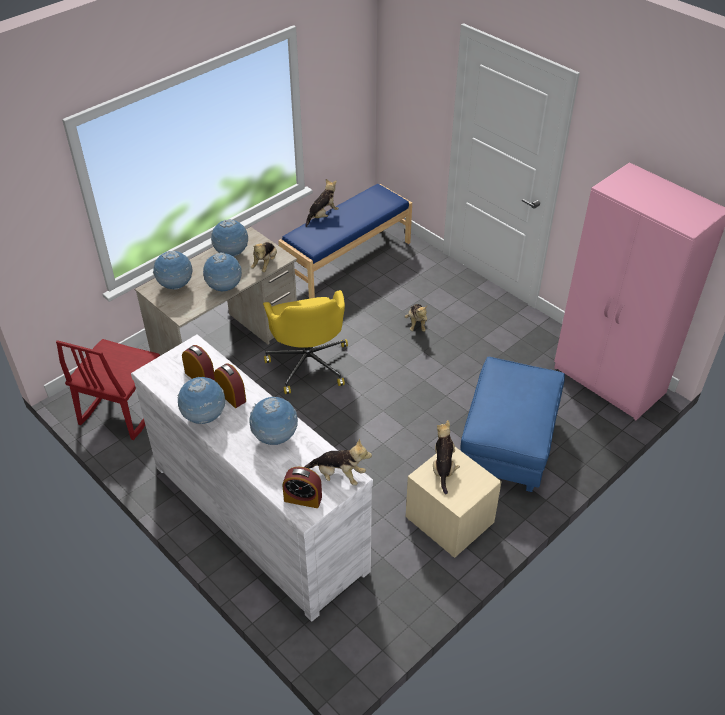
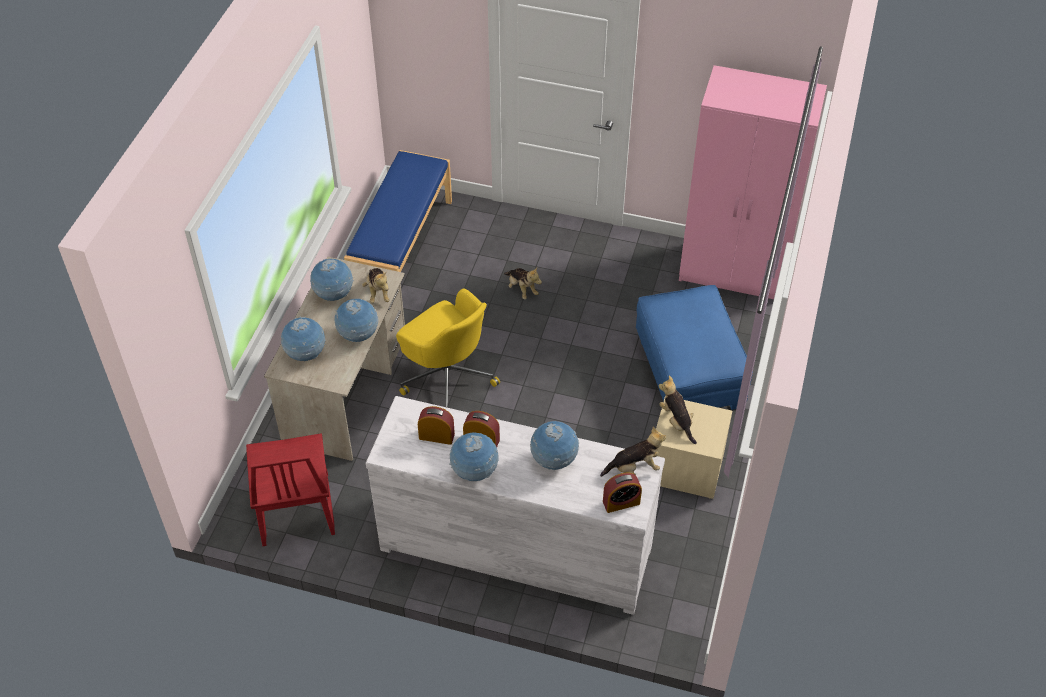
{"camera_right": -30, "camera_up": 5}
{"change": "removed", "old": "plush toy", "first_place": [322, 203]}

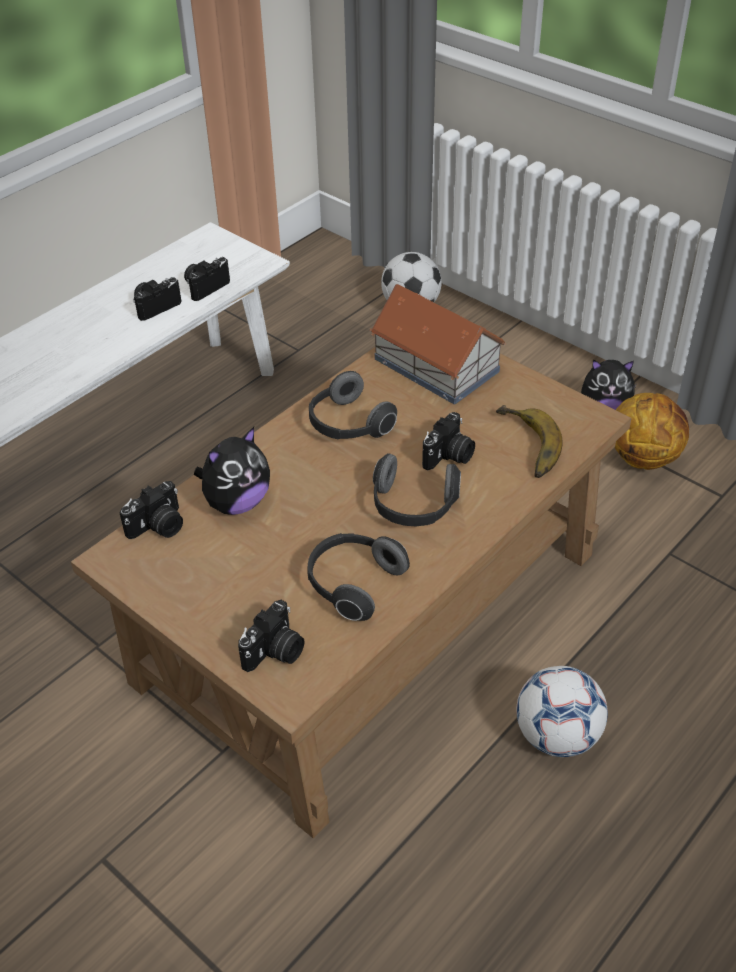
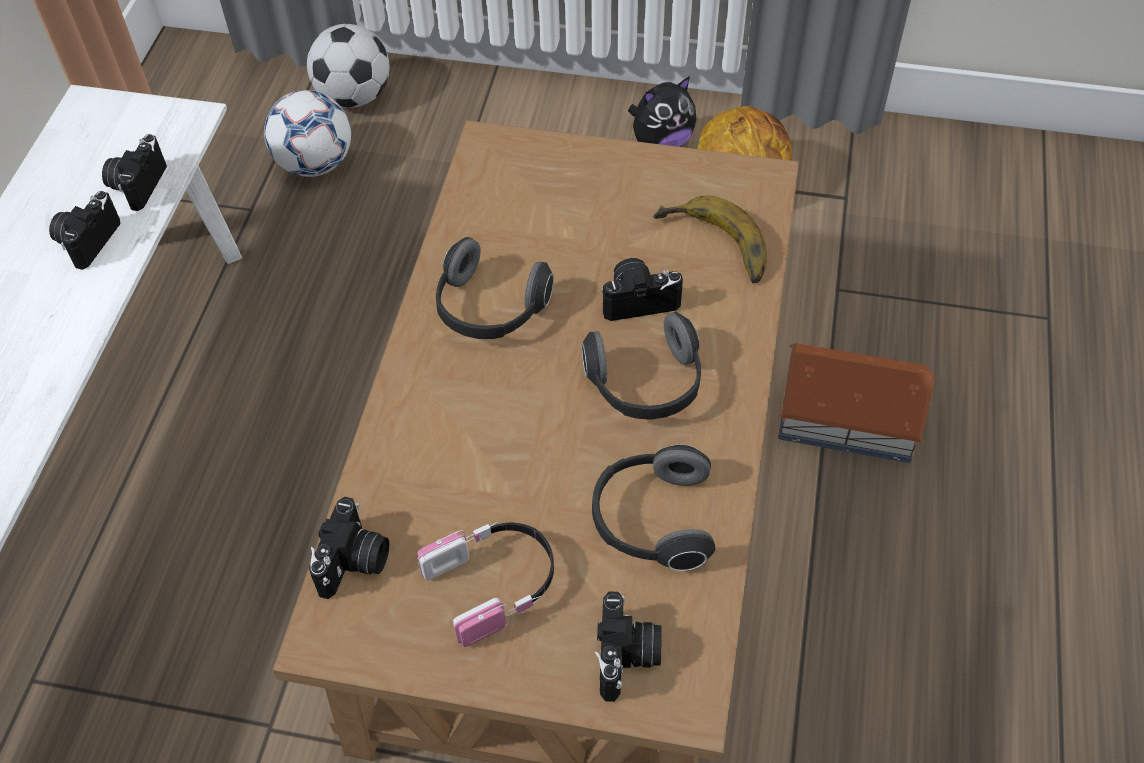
{"camera_right": -30, "camera_up": 10}
{"change": "moved", "old": "toy house", "first_place": [438, 344], "second_place": [856, 403]}
{"change": "turned", "old": "photo camera", "first_place": [448, 441], "second_place": [642, 289], "degrees": -105}
{"change": "removed", "old": "plush toy", "first_place": [232, 471]}
{"change": "moved", "old": "football", "first_place": [562, 711], "second_place": [307, 133]}
{"change": "added", "new": "headphones", "second_place": [486, 584]}

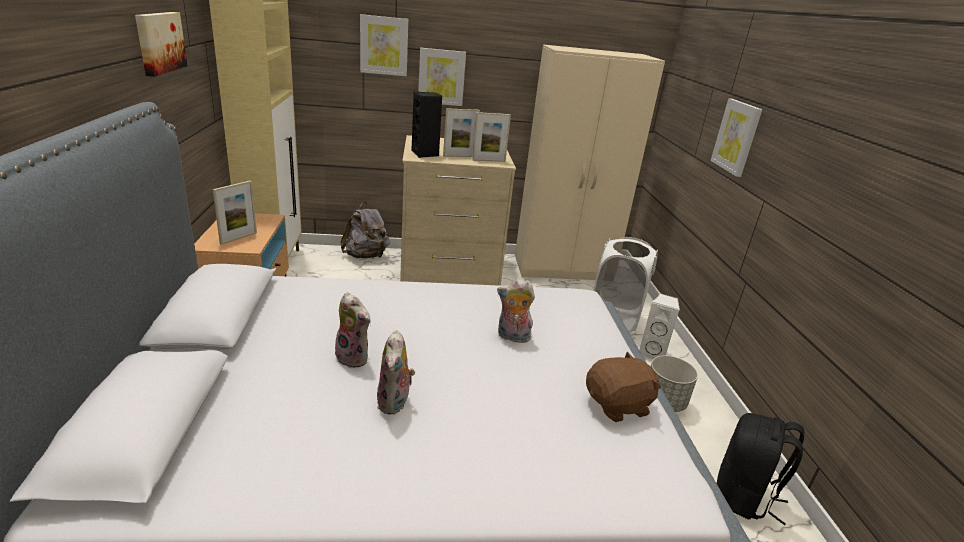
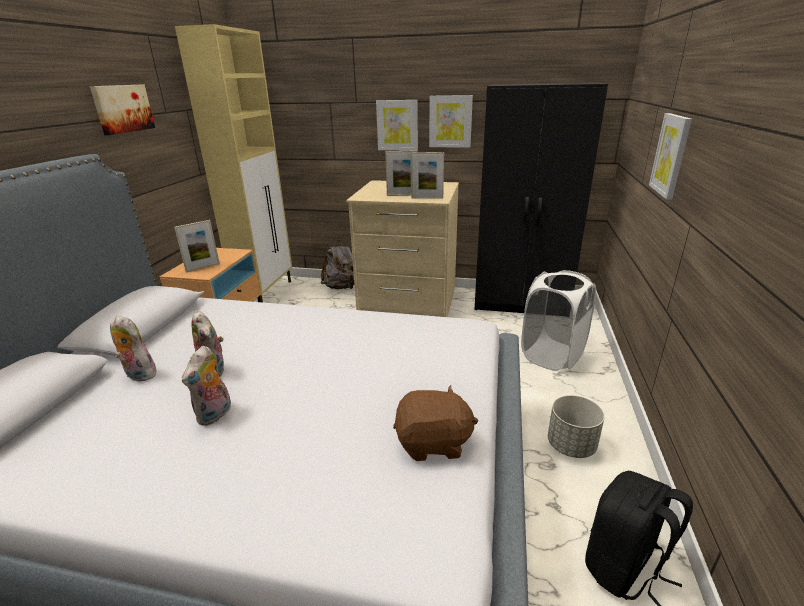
{"camera_right": 20, "camera_up": 0}
{"change": "moved", "old": "picture", "first_place": [384, 45], "second_place": [451, 121]}
{"change": "recoloured", "old": "beige wardrobe", "new": "black wardrobe", "first_place": [590, 162], "second_place": [541, 197]}
{"change": "removed", "old": "black speaker", "first_place": [426, 124]}
{"change": "moved", "old": "plush toy", "first_place": [516, 311], "second_place": [133, 348]}
{"change": "removed", "old": "white speaker", "first_place": [659, 326]}

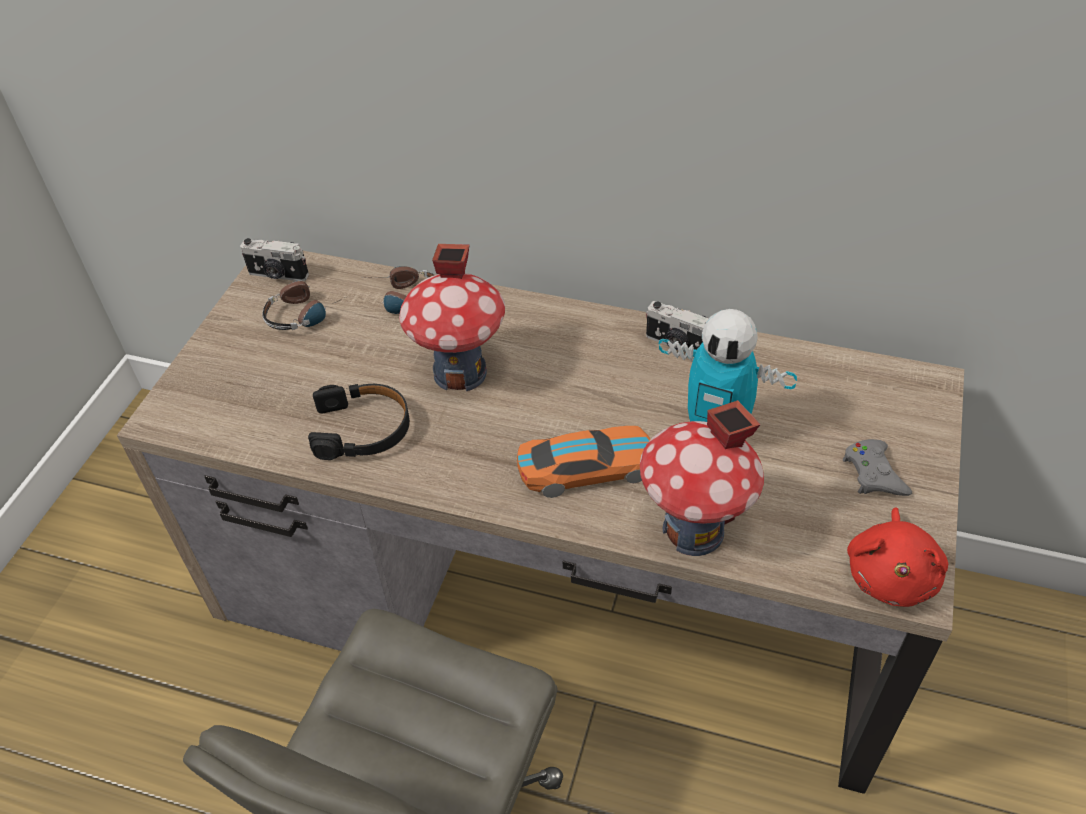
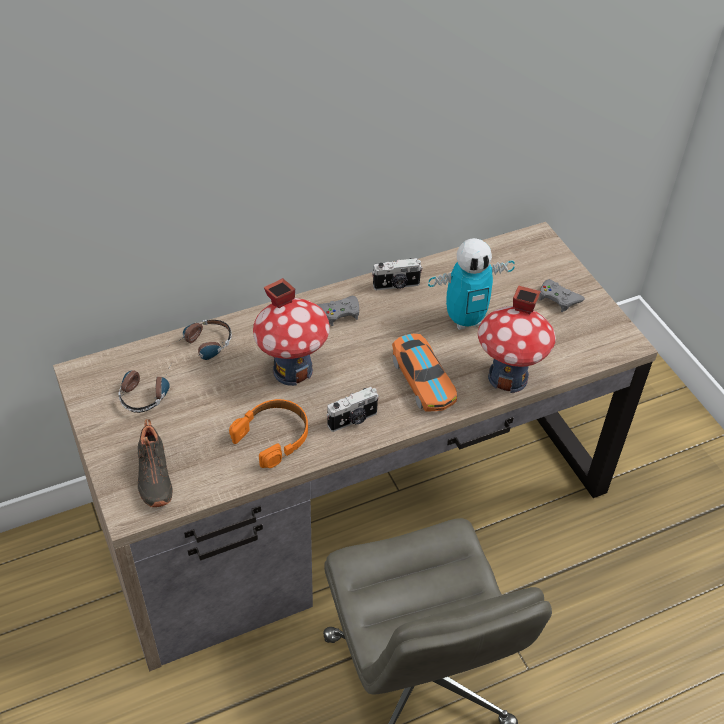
{"camera_right": -45, "camera_up": 0}
{"change": "moved", "old": "photo camera", "first_place": [274, 259], "second_place": [353, 409]}
{"change": "recoloured", "old": "black headphones", "new": "orange headphones", "first_place": [359, 422], "second_place": [268, 433]}
{"change": "turned", "old": "toy car", "first_place": [584, 462], "second_place": [424, 373], "degrees": 120}
{"change": "removed", "old": "red plush toy", "first_place": [897, 557]}
{"change": "added", "new": "grey game controller", "second_place": [338, 311]}
{"change": "added", "new": "black shoe", "second_place": [155, 463]}

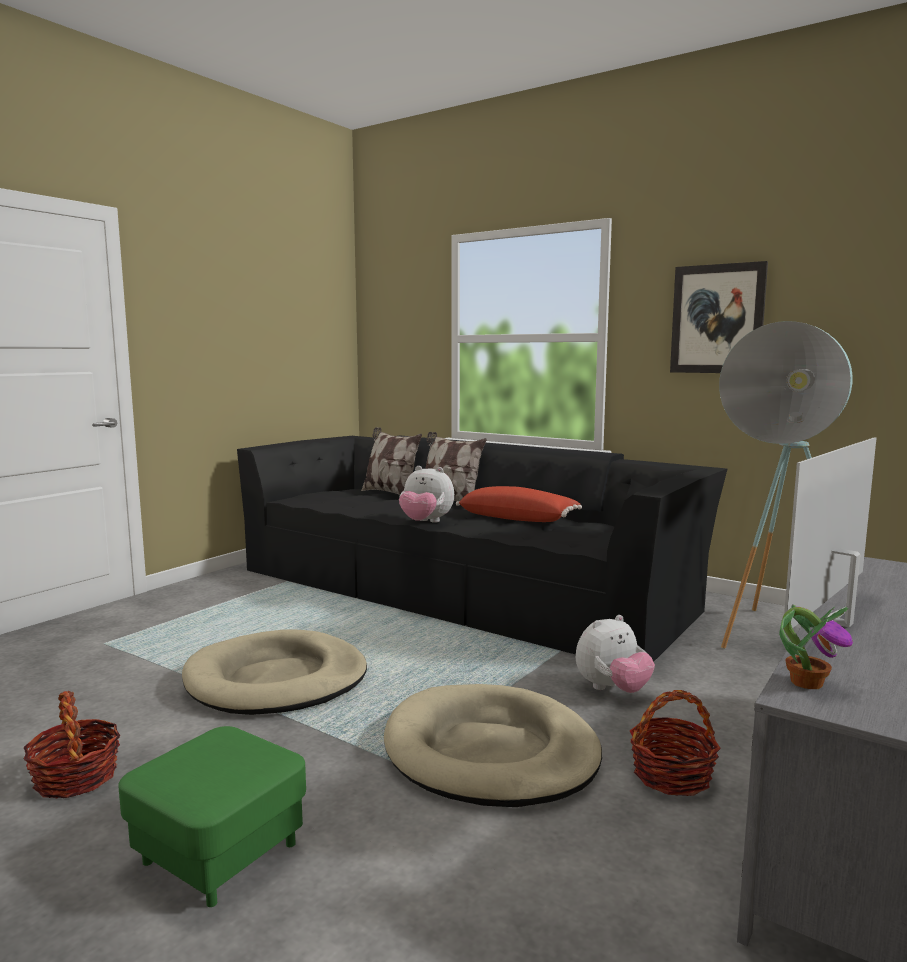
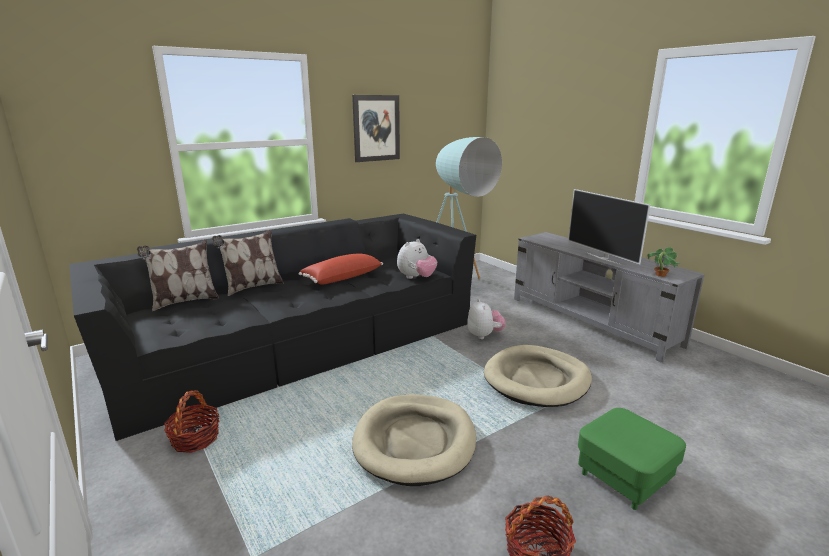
{"camera_right": -70, "camera_up": 10}
{"change": "moved", "old": "plush toy", "first_place": [426, 494], "second_place": [417, 259]}
{"change": "moved", "old": "basket", "first_place": [675, 743], "second_place": [191, 421]}

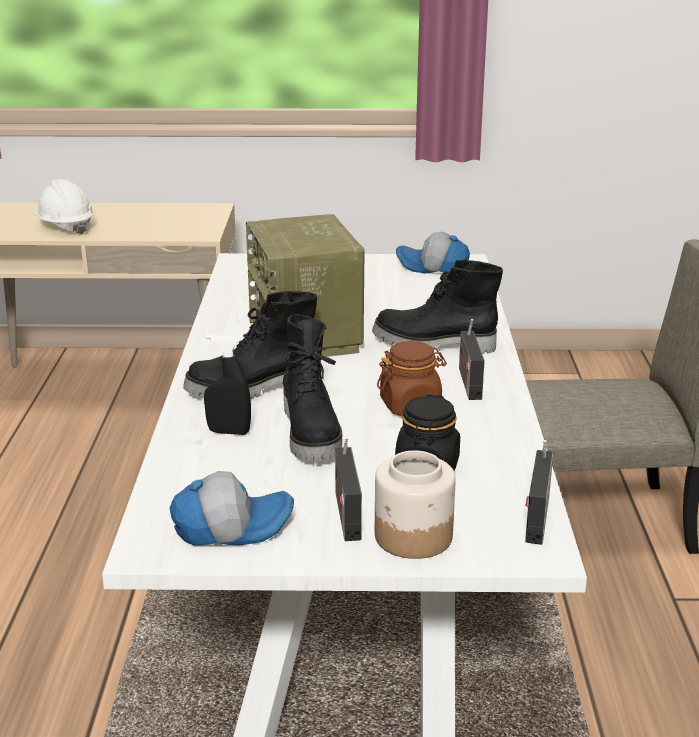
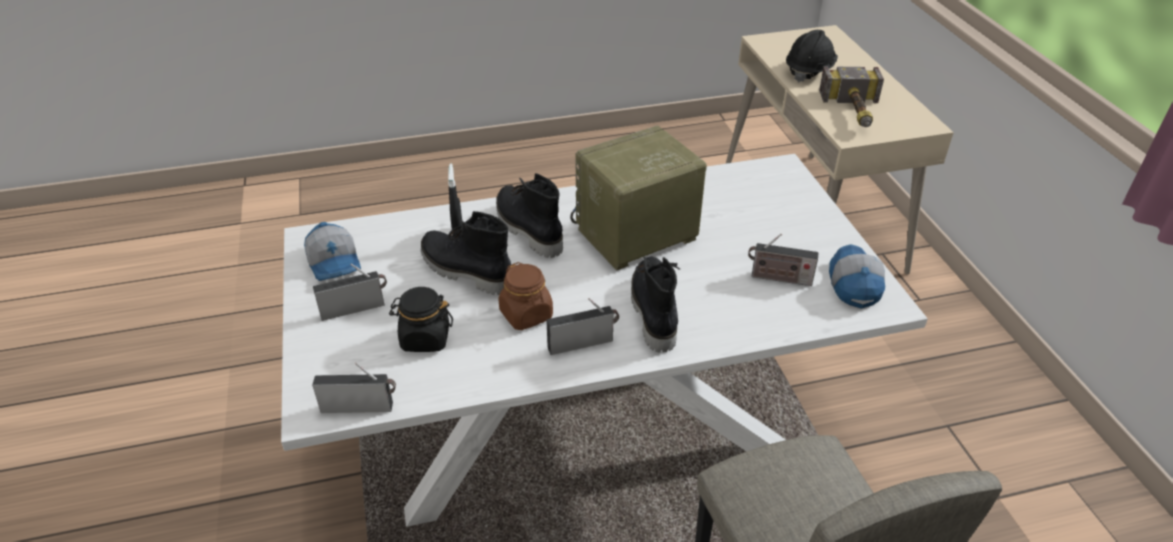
{"camera_right": 75, "camera_up": 15}
{"change": "recoloured", "old": "white hard hat", "new": "black hard hat", "first_place": [63, 207], "second_place": [812, 56]}
{"change": "turned", "old": "black boot", "first_place": [312, 387], "second_place": [466, 253], "degrees": 60}
{"change": "removed", "old": "jar", "first_place": [415, 504]}
{"change": "added", "new": "hammer", "second_place": [851, 96]}
{"change": "added", "new": "radio", "second_place": [783, 259]}

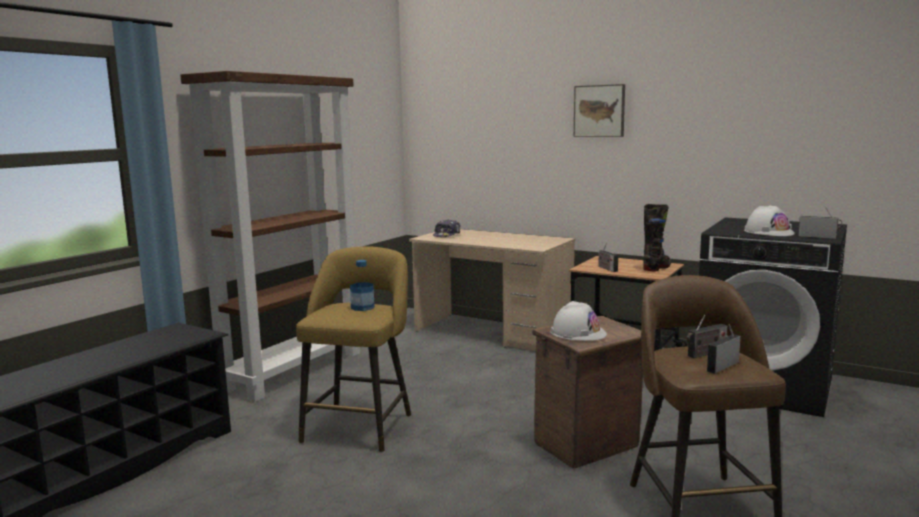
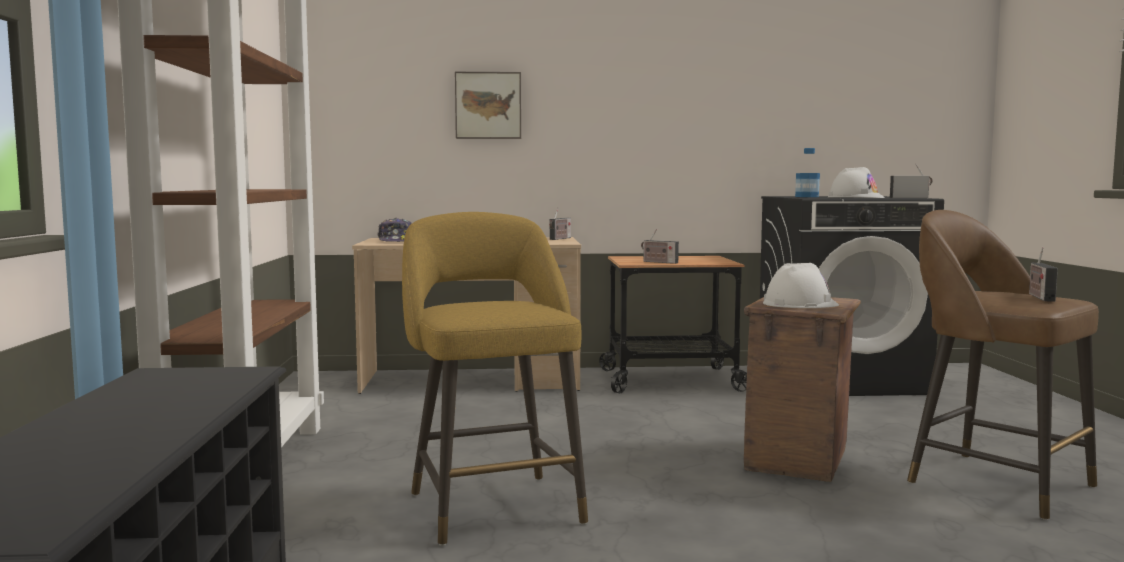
{"camera_right": -35, "camera_up": -5}
{"change": "moved", "old": "picture", "first_place": [599, 110], "second_place": [488, 105]}
{"change": "removed", "old": "black boot", "first_place": [657, 238]}
{"change": "moved", "old": "bottle", "first_place": [362, 285], "second_place": [807, 172]}
{"change": "moved", "old": "radio", "first_place": [707, 336], "second_place": [560, 223]}

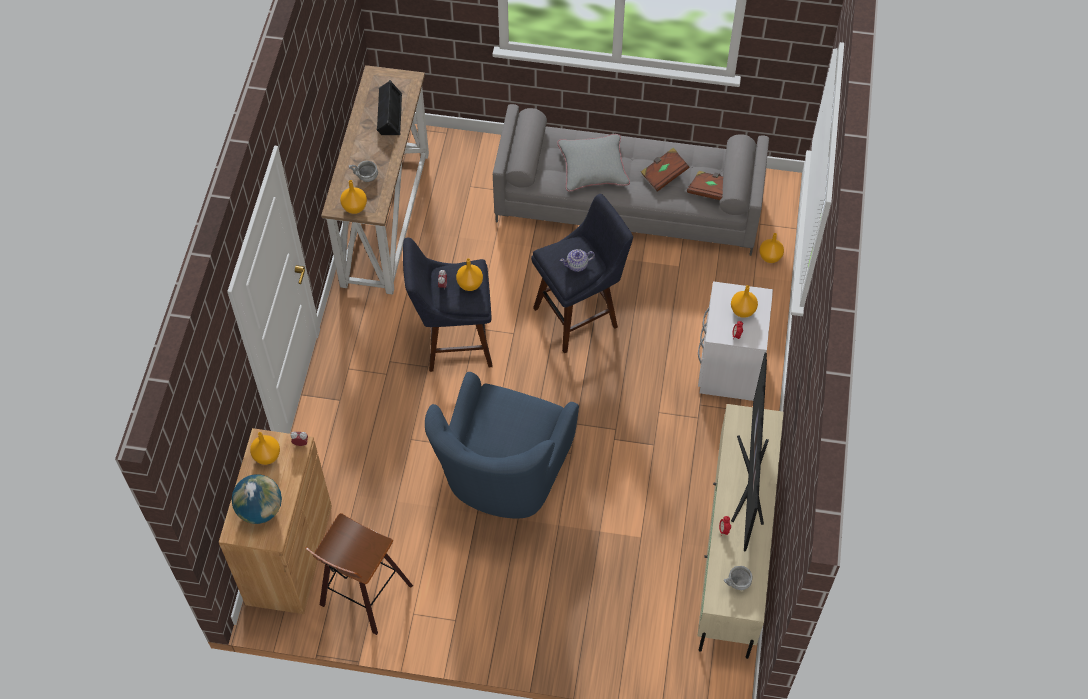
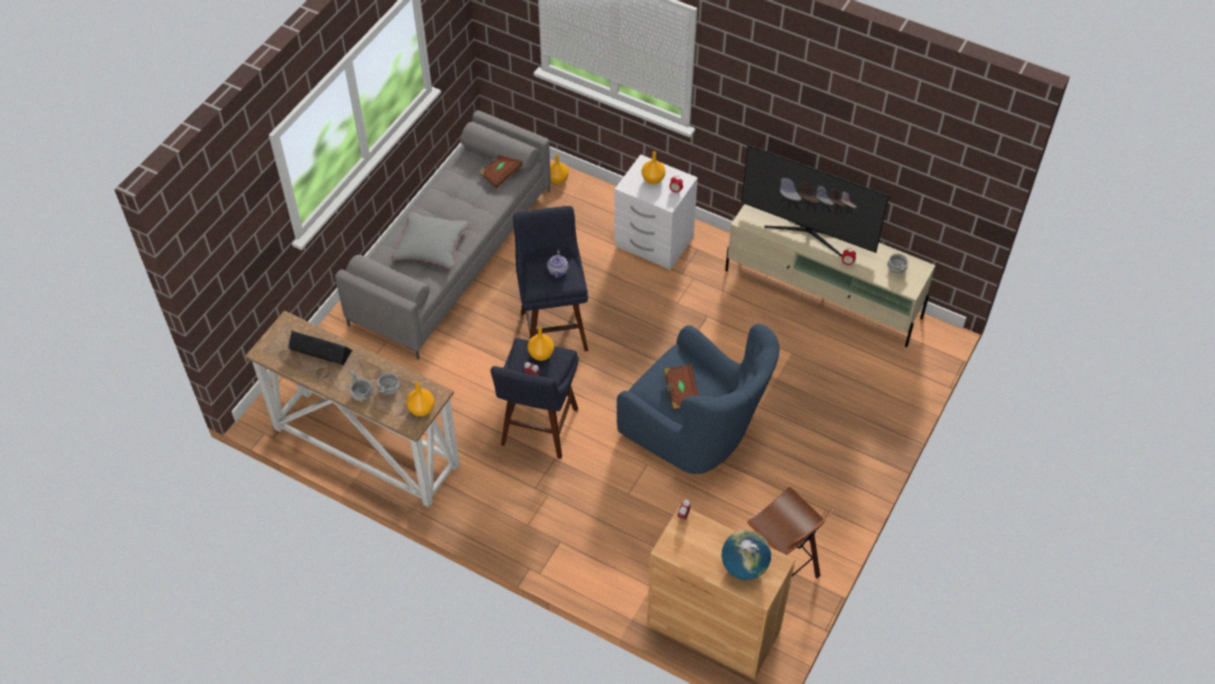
{"camera_right": -70, "camera_up": -5}
{"change": "moved", "old": "brown book", "first_place": [665, 170], "second_place": [681, 387]}
{"change": "removed", "old": "orange vase", "first_place": [265, 448]}
{"change": "added", "new": "grey bowl", "second_place": [361, 385]}

